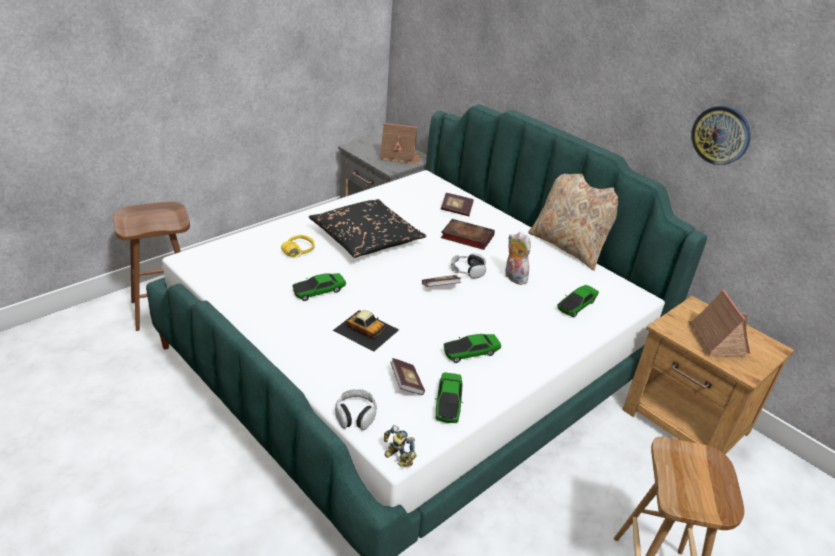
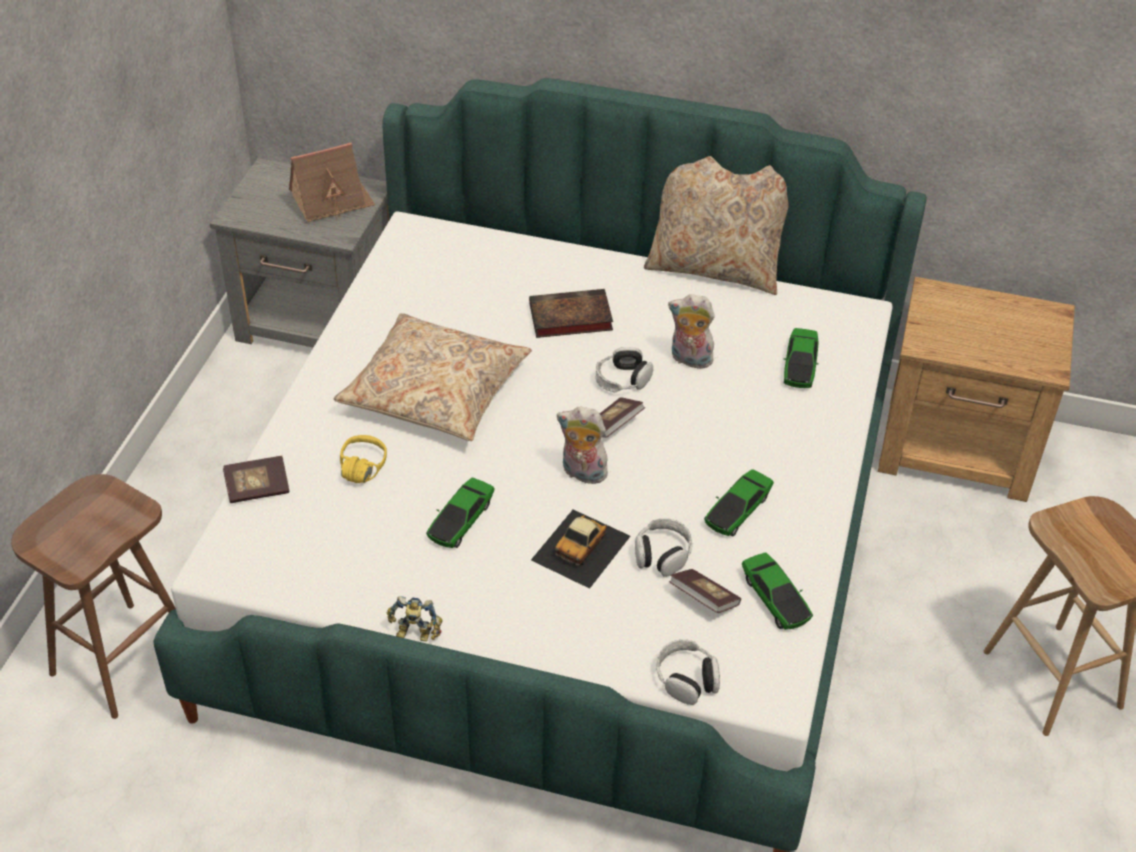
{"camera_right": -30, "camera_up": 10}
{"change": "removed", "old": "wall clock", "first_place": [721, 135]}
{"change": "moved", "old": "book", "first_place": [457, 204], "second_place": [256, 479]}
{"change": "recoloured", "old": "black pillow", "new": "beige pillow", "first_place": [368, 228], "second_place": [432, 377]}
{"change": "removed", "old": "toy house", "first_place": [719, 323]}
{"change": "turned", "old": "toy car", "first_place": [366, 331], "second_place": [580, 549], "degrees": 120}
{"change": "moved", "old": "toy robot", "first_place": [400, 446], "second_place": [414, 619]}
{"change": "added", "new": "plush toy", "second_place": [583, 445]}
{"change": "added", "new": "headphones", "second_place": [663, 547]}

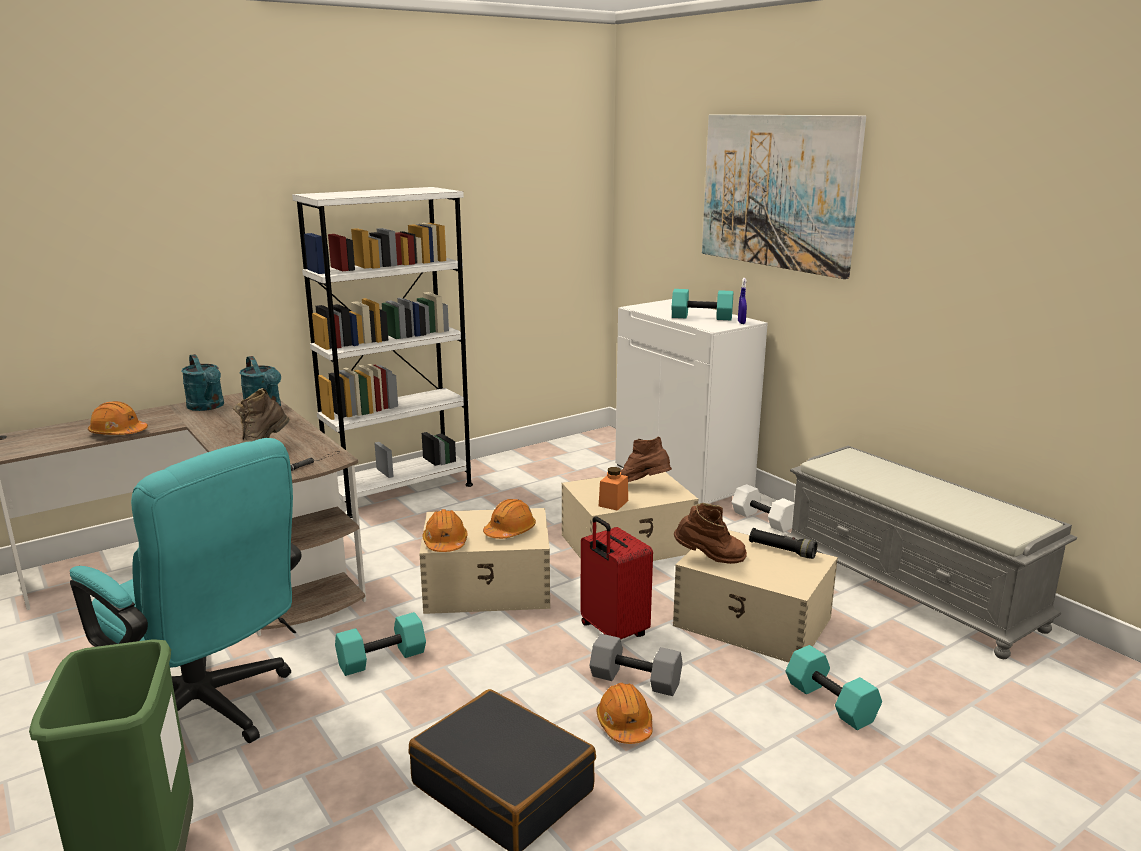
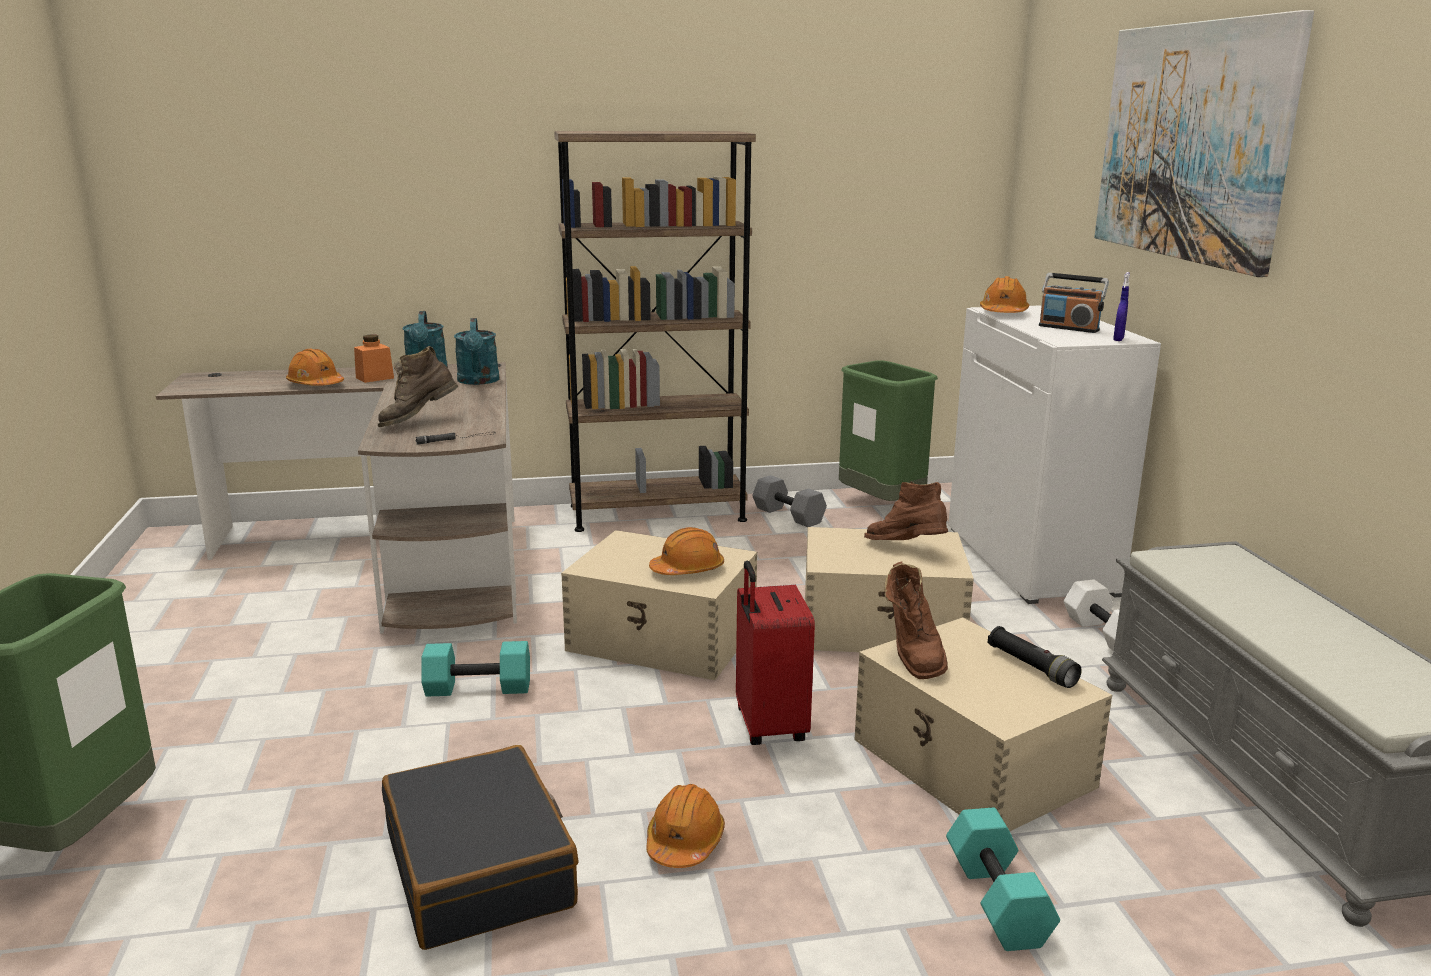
{"camera_right": 25, "camera_up": 0}
{"change": "recoloured", "old": "white bookcase", "new": "brown bookcase", "first_place": [382, 352], "second_place": [655, 331]}
{"change": "replaced", "old": "turquoise dumbbell", "new": "radio", "first_place": [703, 304], "second_place": [1074, 303]}
{"change": "removed", "old": "turquoise office chair", "first_place": [186, 590]}
{"change": "moved", "old": "orange jar", "first_place": [613, 489], "second_place": [374, 358]}
{"change": "turned", "old": "brown boot", "first_place": [710, 533], "second_place": [916, 620], "degrees": 60}
{"change": "moved", "old": "orange hard hat", "first_place": [445, 530], "second_place": [1004, 294]}
{"change": "moved", "old": "grey dumbbell", "first_place": [636, 665], "second_place": [789, 501]}
{"change": "added", "new": "green trash can", "second_place": [888, 430]}

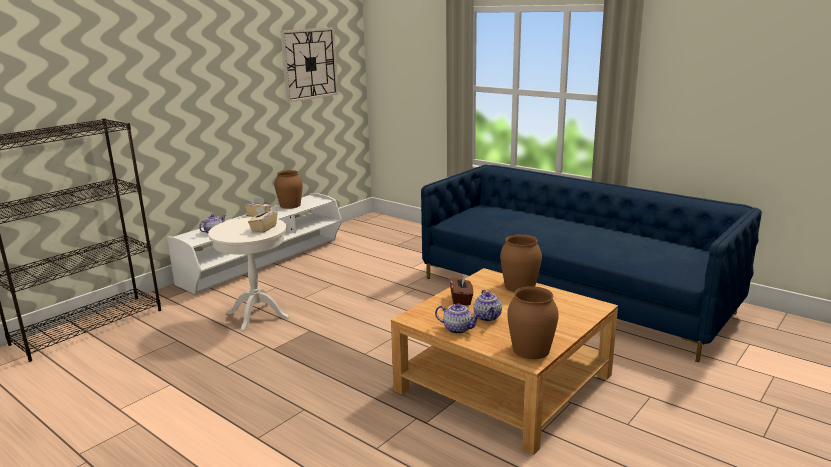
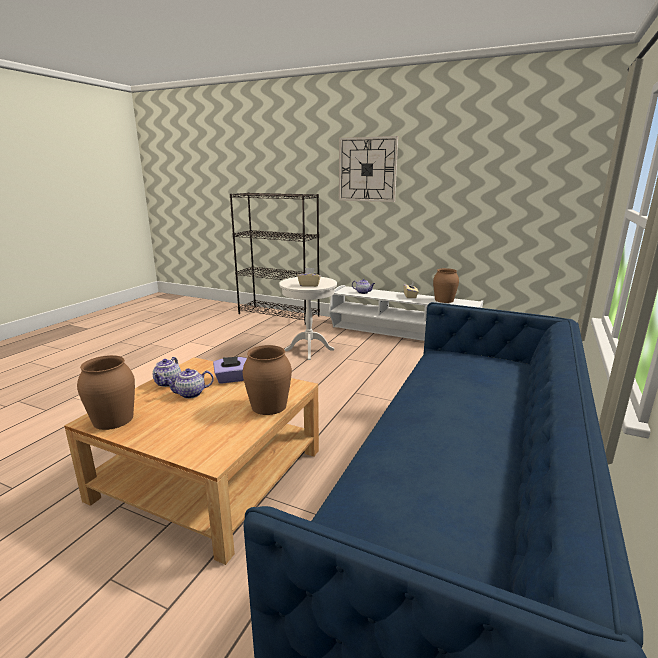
{"camera_right": 75, "camera_up": 0}
{"change": "moved", "old": "wall clock", "first_place": [309, 65], "second_place": [368, 169]}
{"change": "recoloured", "old": "brown tissue box", "new": "purple tissue box", "first_place": [461, 289], "second_place": [230, 370]}

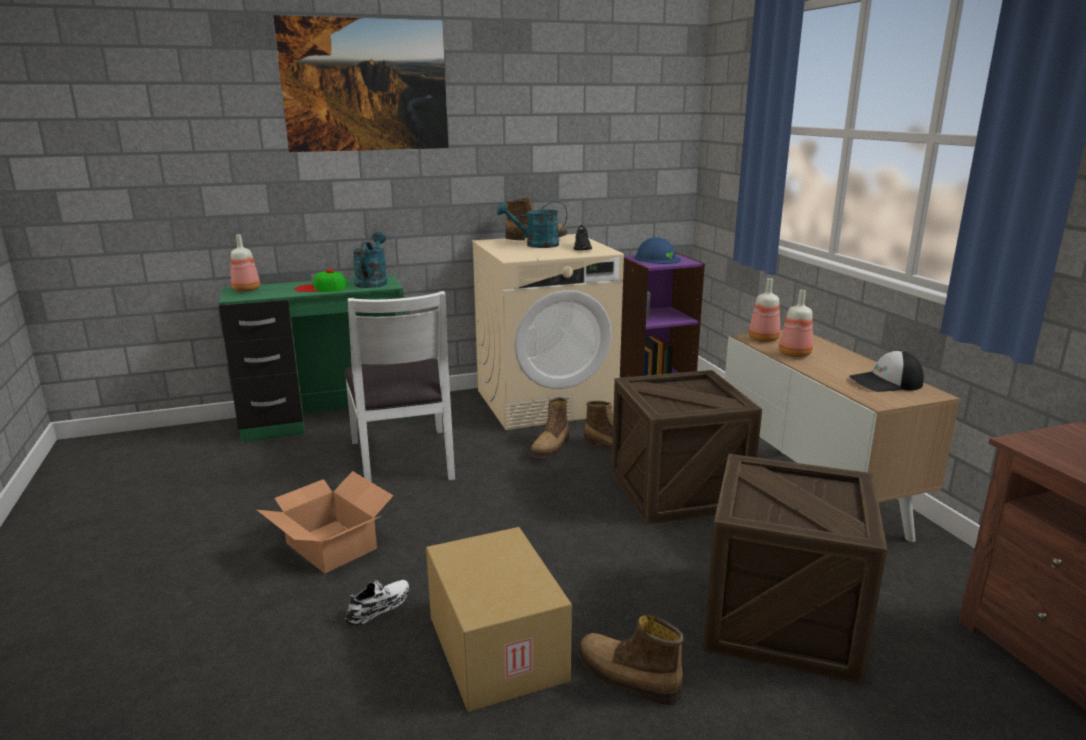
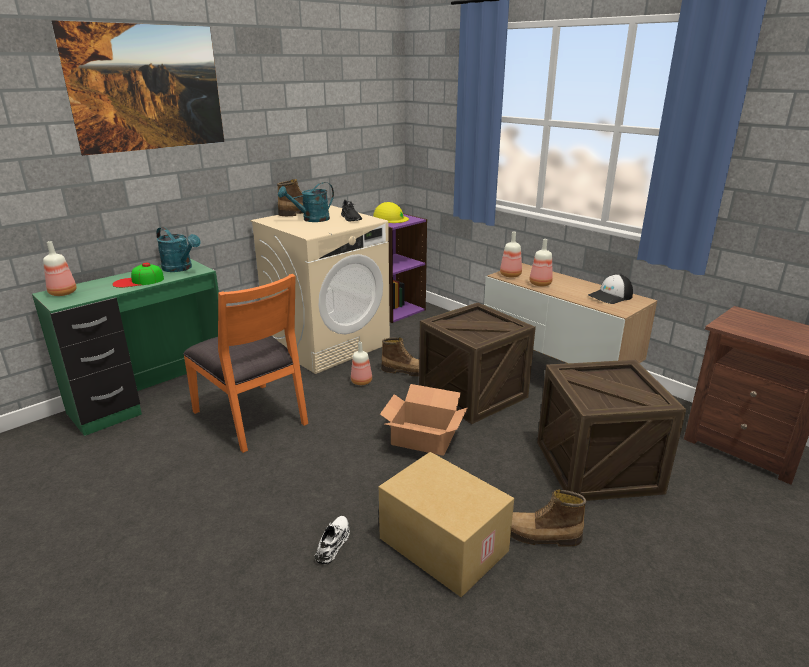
{"camera_right": -25, "camera_up": 5}
{"change": "turned", "old": "turquoise watering can", "first_place": [370, 260], "second_place": [179, 249], "degrees": 150}
{"change": "recoloured", "old": "blue hard hat", "new": "yellow hard hat", "first_place": [658, 250], "second_place": [391, 212]}
{"change": "recoloured", "old": "white chair", "new": "orange chair", "first_place": [399, 386], "second_place": [245, 363]}
{"change": "replaced", "old": "boot", "new": "bottle", "first_place": [549, 427], "second_place": [361, 363]}
{"change": "moved", "old": "cardboard box", "first_place": [325, 522], "second_place": [424, 420]}

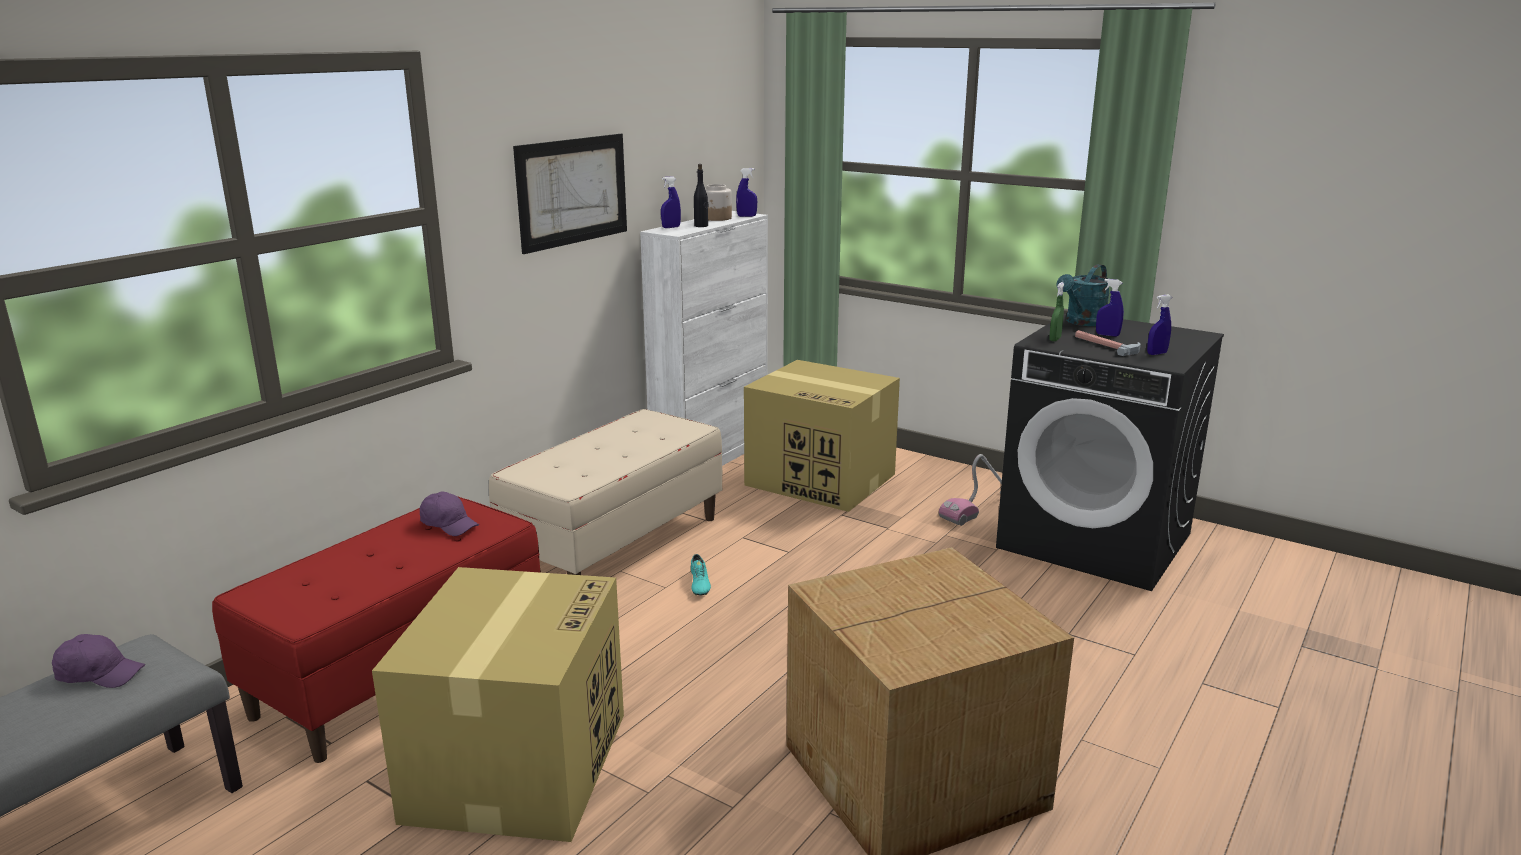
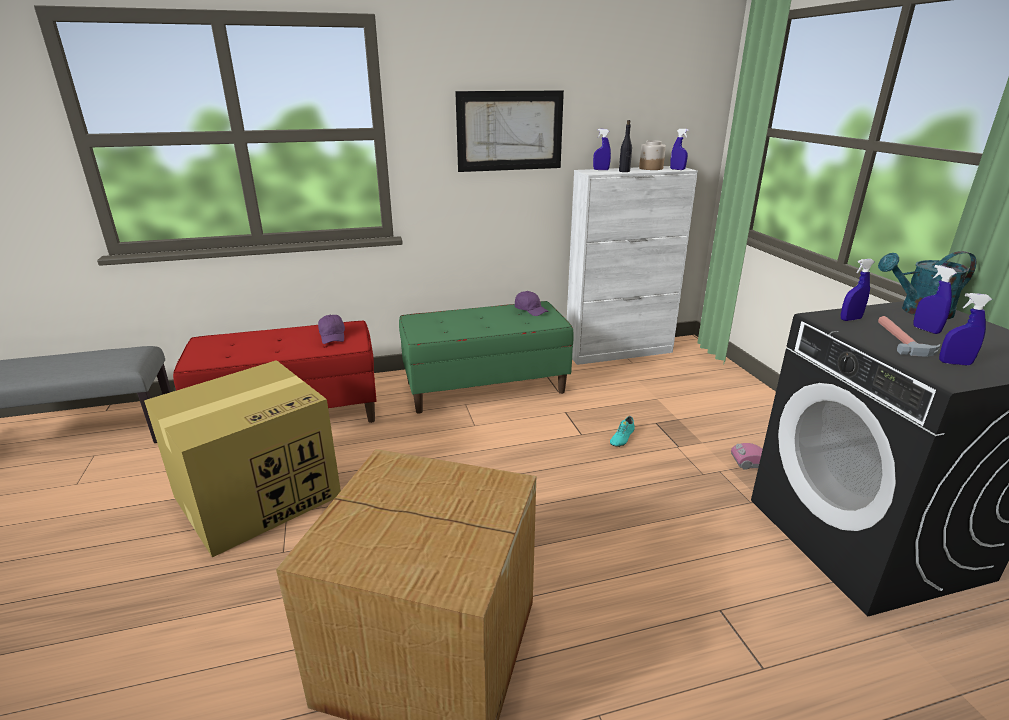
{"camera_right": 40, "camera_up": 5}
{"change": "recoloured", "old": "green spray bottle", "new": "blue spray bottle", "first_place": [1056, 311], "second_place": [857, 290]}
{"change": "removed", "old": "cardboard box", "first_place": [822, 436]}
{"change": "recoloured", "old": "beige bench", "new": "green bench", "first_place": [605, 492], "second_place": [486, 357]}
{"change": "moved", "old": "turquoise shoe", "first_place": [701, 575], "second_place": [622, 431]}
{"change": "moved", "old": "purple cap", "first_place": [98, 661], "second_place": [531, 303]}

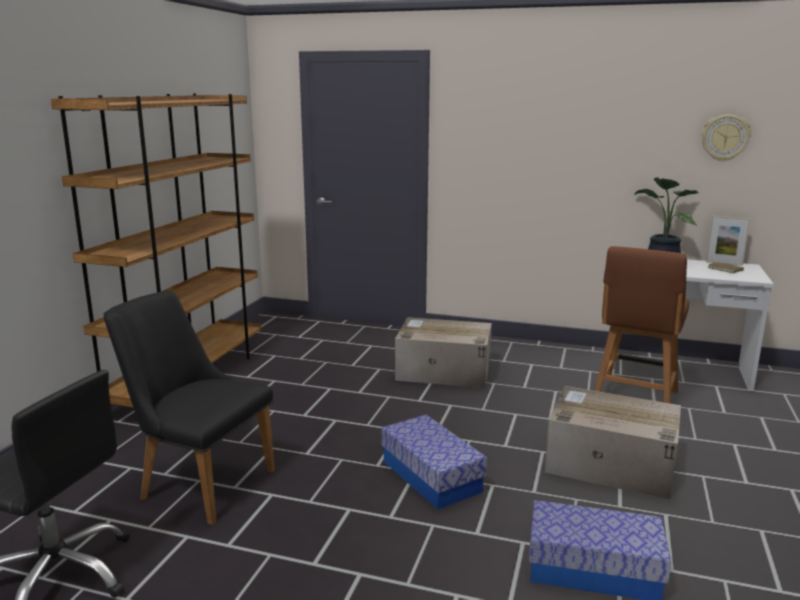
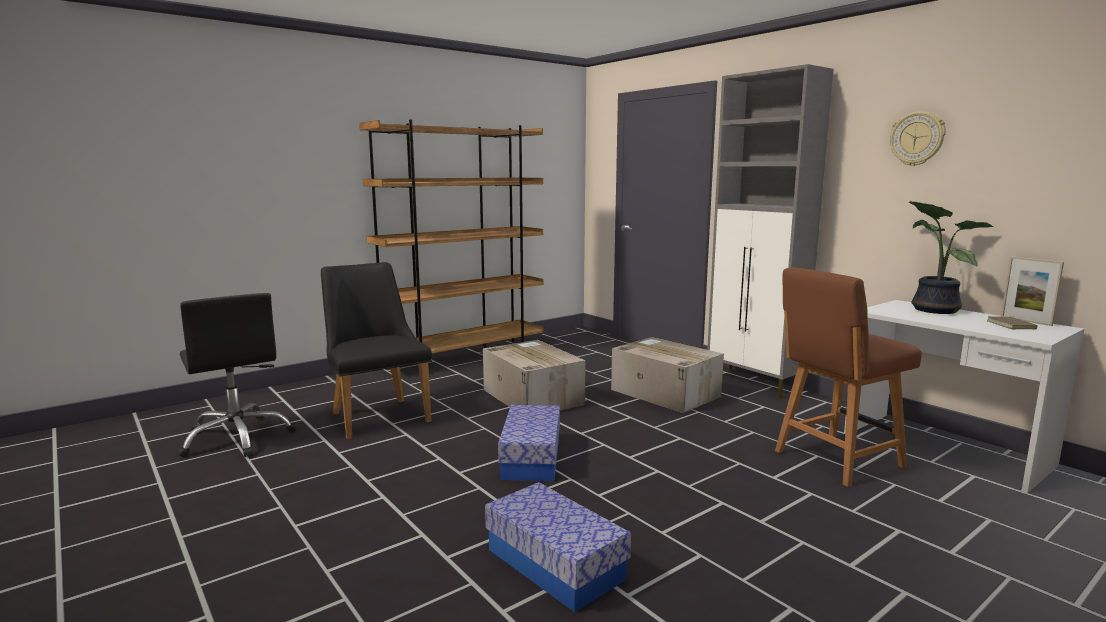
{"camera_right": 35, "camera_up": -5}
{"change": "moved", "old": "wall clock", "first_place": [726, 138], "second_place": [917, 138]}
{"change": "moved", "old": "cardboard box", "first_place": [613, 443], "second_place": [534, 375]}
{"change": "added", "new": "grey cabinet", "second_place": [770, 231]}

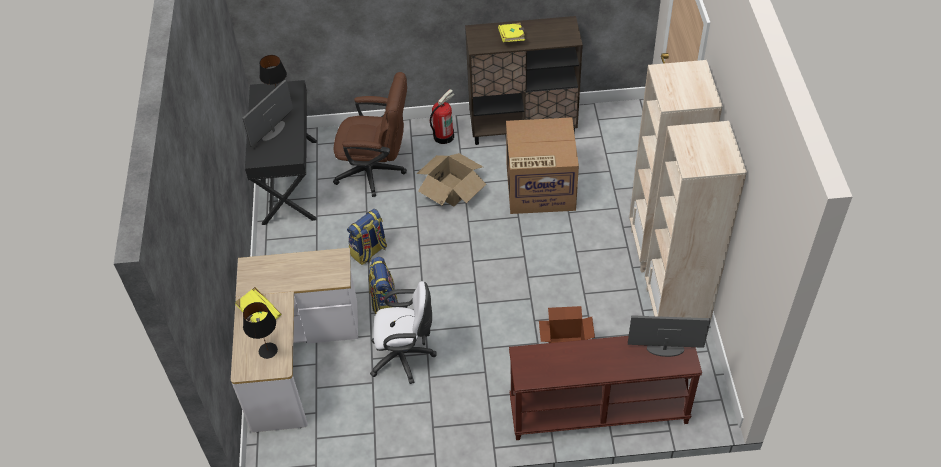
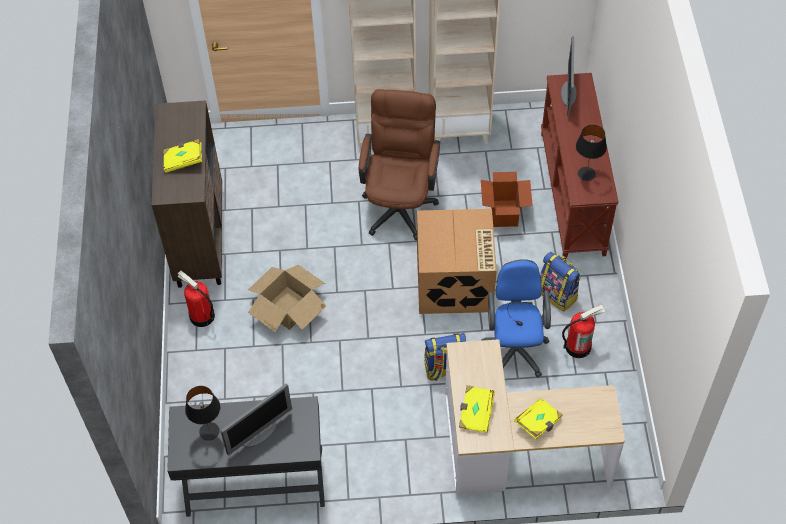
{"camera_right": -90, "camera_up": 5}
{"change": "moved", "old": "brown office chair", "first_place": [370, 134], "second_place": [399, 164]}
{"change": "turned", "old": "monitor", "first_place": [268, 113], "second_place": [256, 419], "degrees": -75}
{"change": "moved", "old": "cardboard box", "first_place": [542, 165], "second_place": [457, 261]}
{"change": "moved", "old": "backpack", "first_place": [367, 237], "second_place": [560, 281]}
{"change": "recoloured", "old": "white office chair", "new": "blue office chair", "first_place": [403, 332], "second_place": [516, 318]}
{"change": "moved", "old": "black table lamp", "first_place": [260, 330], "second_place": [591, 153]}
{"change": "added", "new": "fire extinguisher", "second_place": [583, 331]}
{"change": "added", "new": "yellow book", "second_place": [477, 409]}

